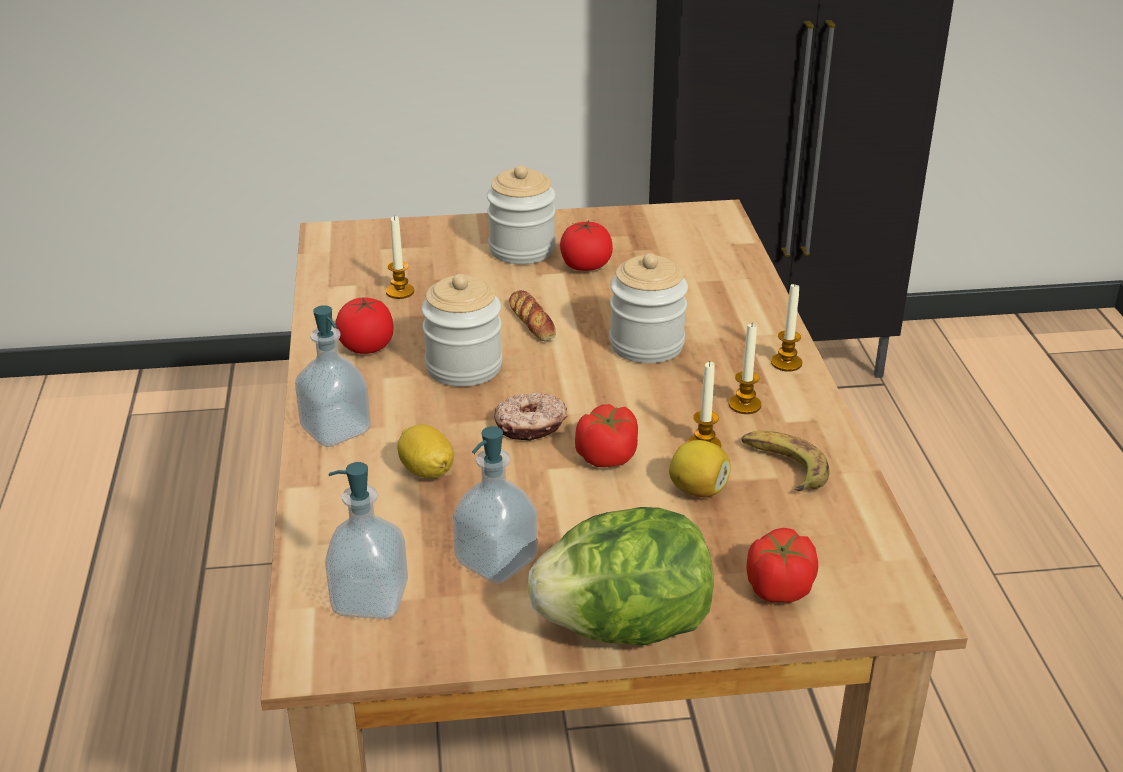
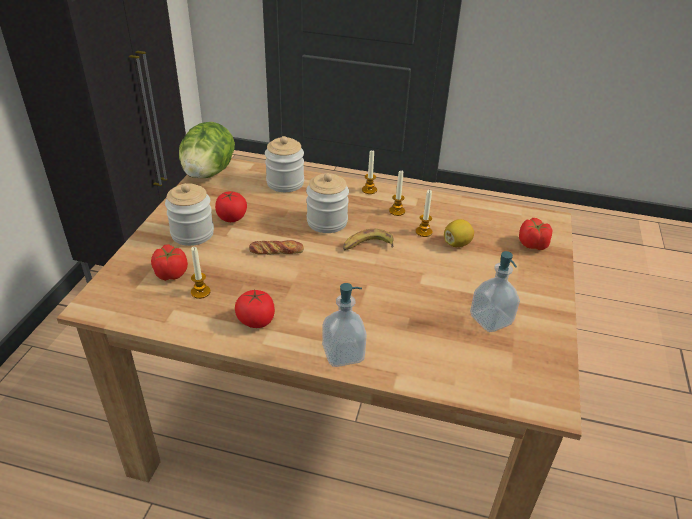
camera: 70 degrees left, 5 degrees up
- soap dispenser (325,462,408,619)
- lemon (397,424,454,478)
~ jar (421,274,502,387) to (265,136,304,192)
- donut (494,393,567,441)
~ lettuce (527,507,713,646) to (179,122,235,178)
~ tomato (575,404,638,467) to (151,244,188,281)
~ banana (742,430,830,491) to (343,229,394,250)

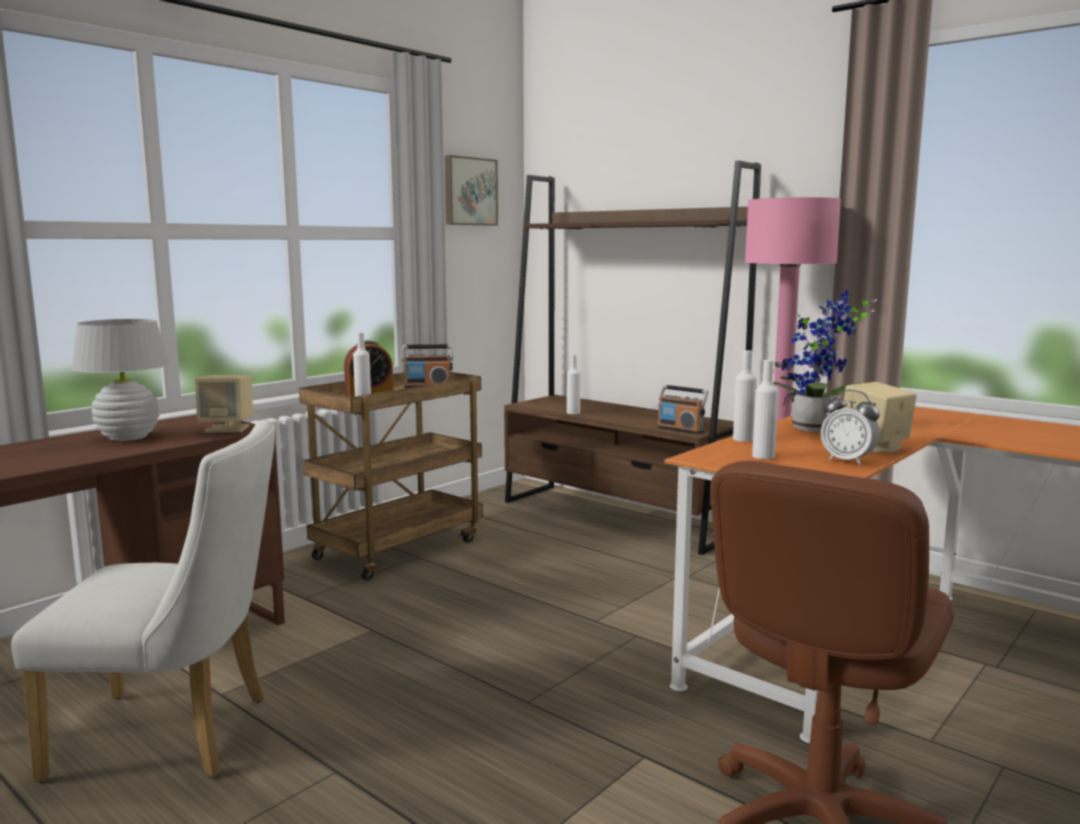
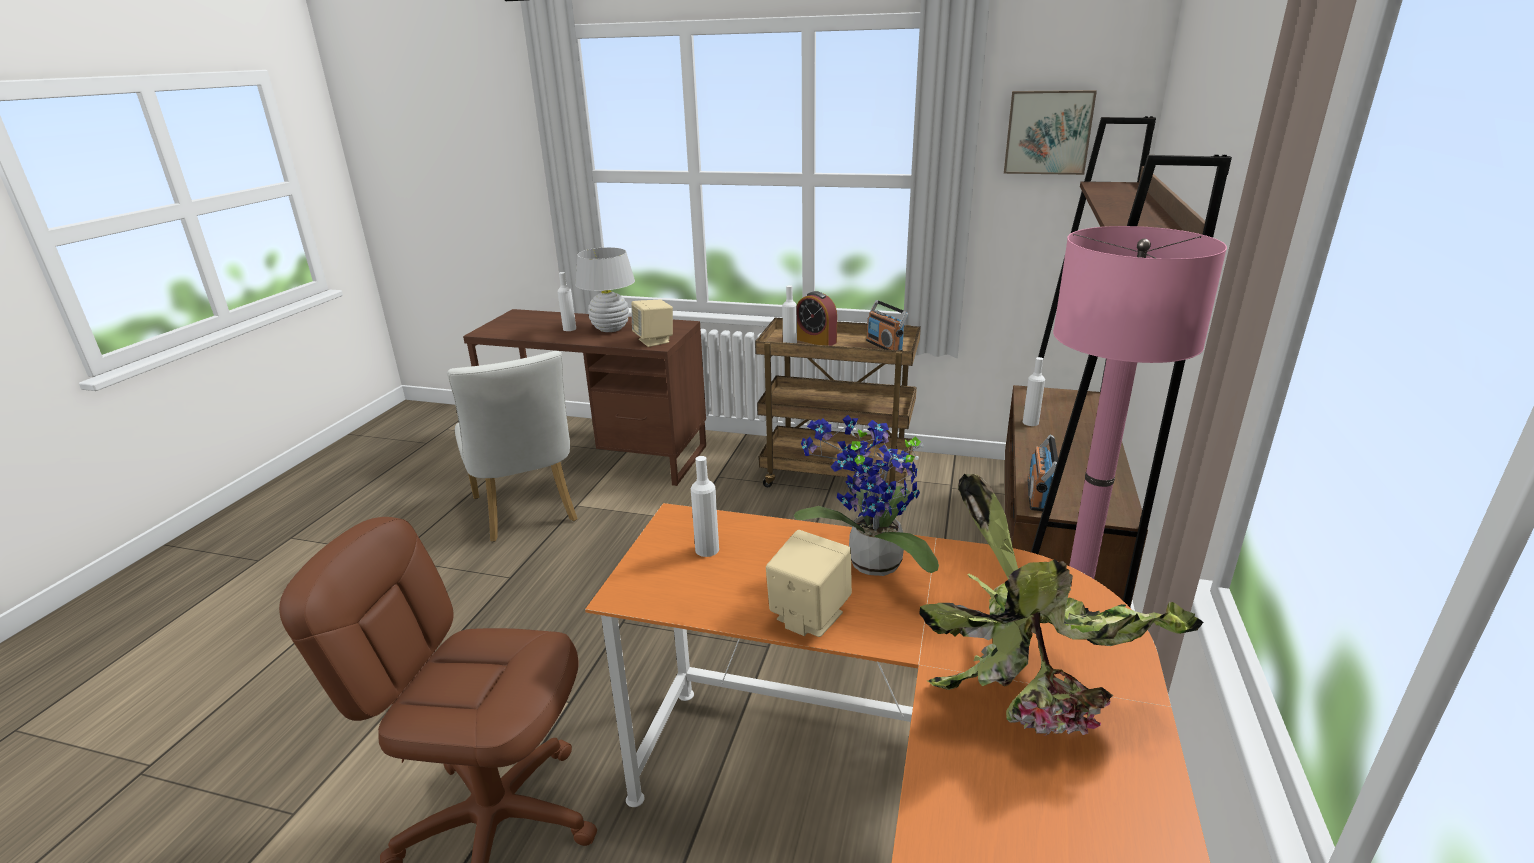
camera: 65 degrees right, 15 degrees up
~ white bottle (733,350,757,442) to (558,272,576,331)
- alarm clock (821,390,880,465)
+ potted plant (919,474,1204,736)

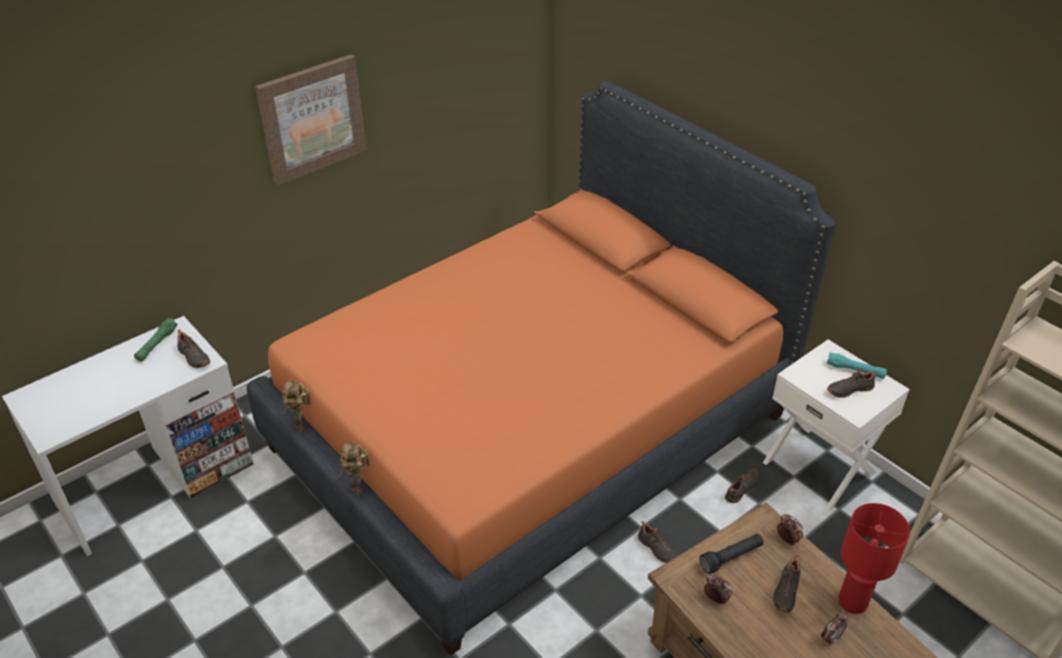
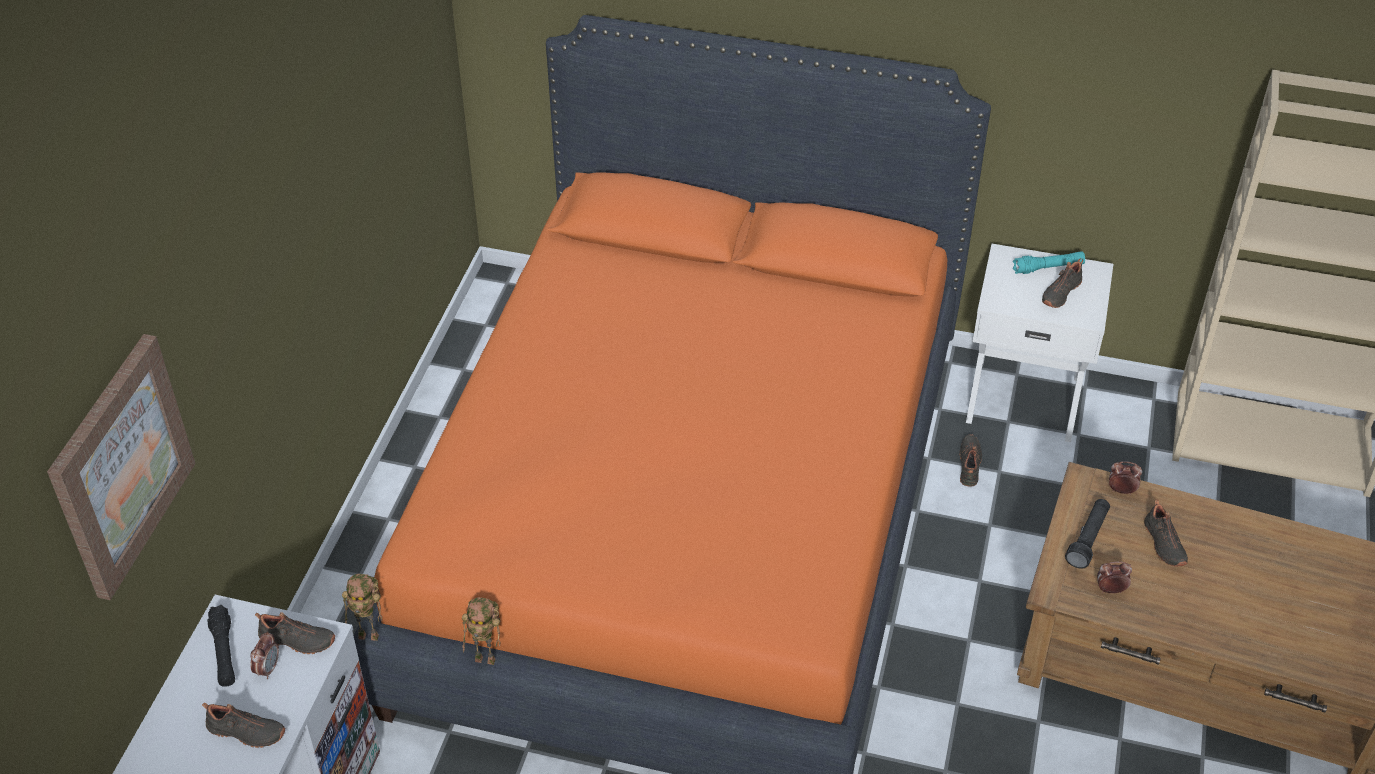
camera: 35 degrees left, 5 degrees up
~ green flashlight (134,318,177,362) to black flashlight (207,605,235,687)
~ picture (255,54,367,185) to (47,334,196,600)
~ toy robot (339,442,370,496) to (342,574,382,641)
~ black shoe (638,521,679,563) to (202,703,285,748)
~ alarm clock (821,613,848,646) to (250,631,279,679)
- red table lamp (838,503,910,614)

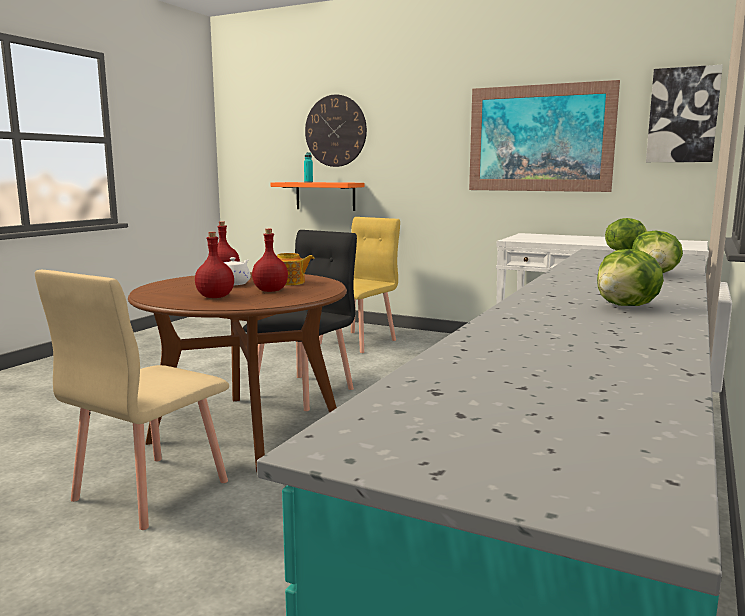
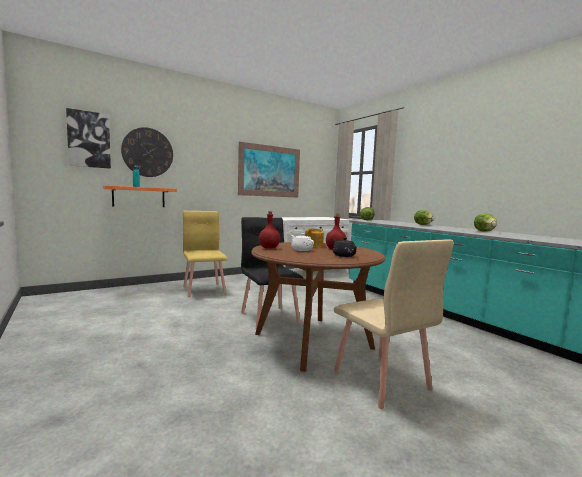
camera: 60 degrees left, 5 degrees down
~ red bottle (195,232,234,298) to black teapot (333,237,357,257)
~ picture (646,65,723,162) to (66,108,111,169)

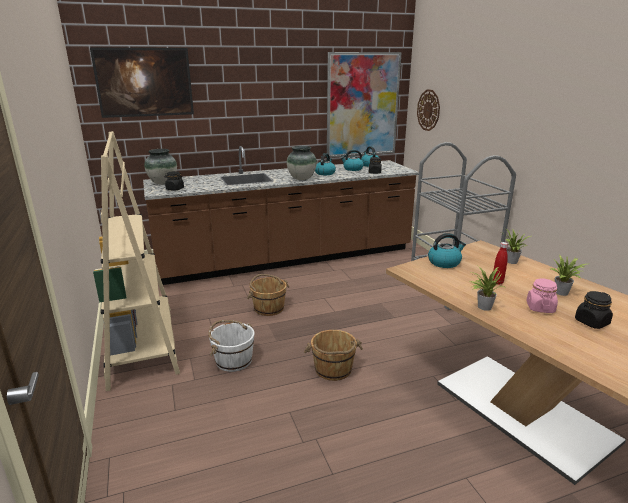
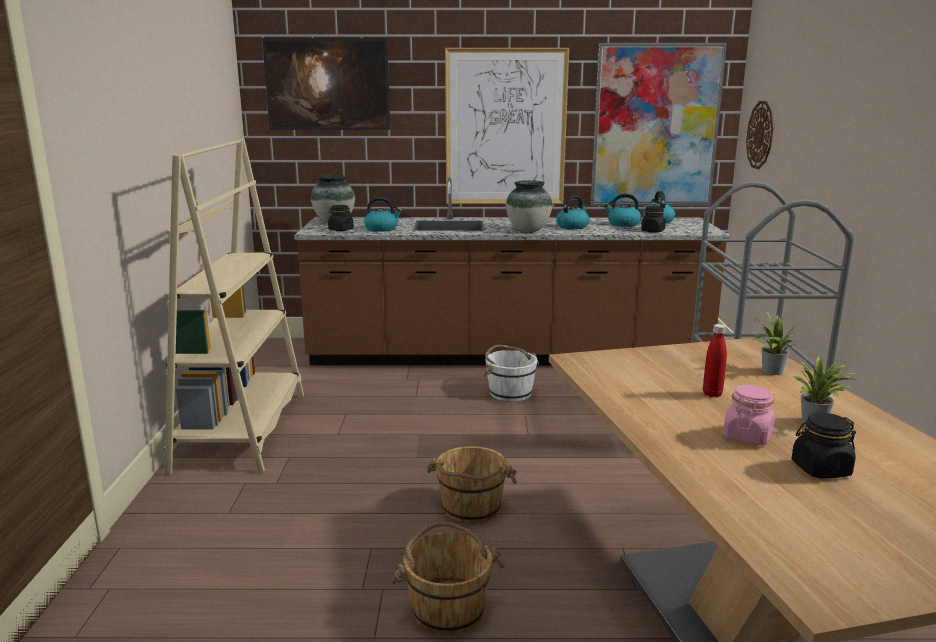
camera: 20 degrees right, 5 degrees down
~ white bucket (208,320,254,372) to (483,345,539,402)
~ brown bucket (247,274,289,316) to (391,521,505,635)
~ kettle (428,233,466,268) to (364,197,402,232)
- potted plant (470,266,505,311)
+ picture (445,48,569,204)

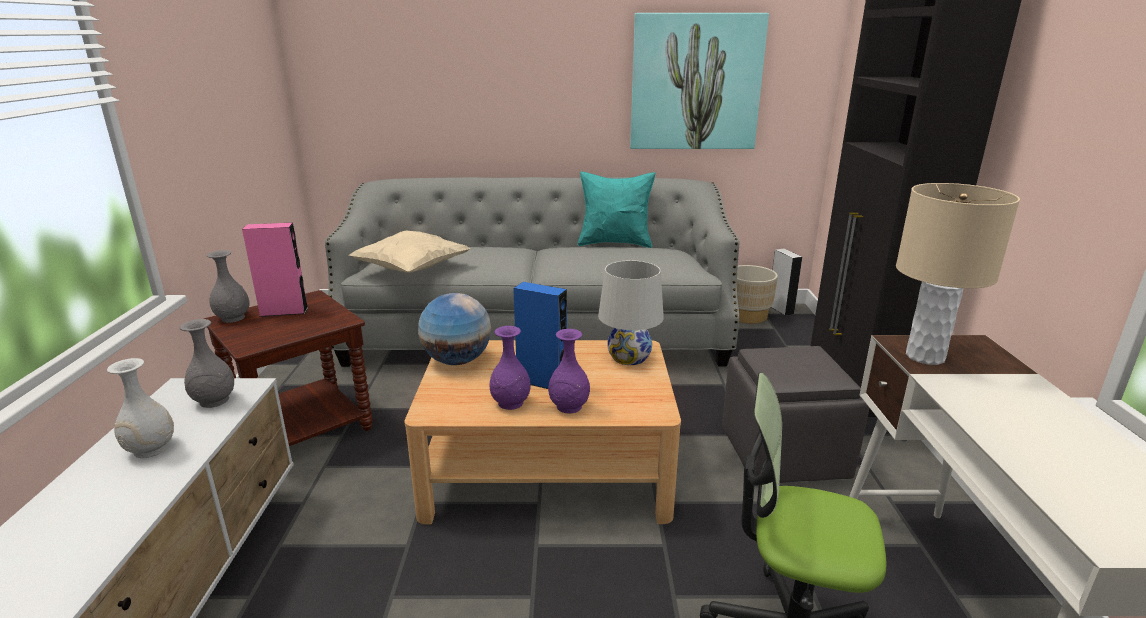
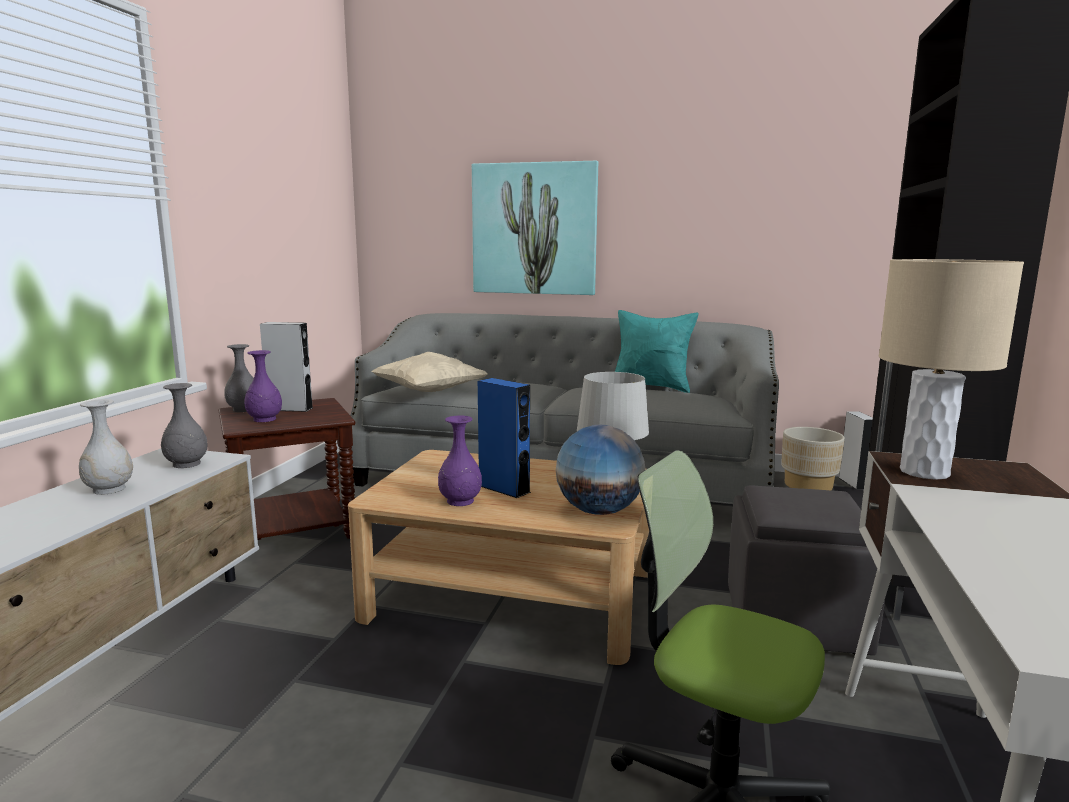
camera: 15 degrees right, 10 degrees down
~ pink speaker (242,223,308,317) to grey speaker (260,322,313,412)
~ globe (418,293,491,365) to (556,425,645,515)
~ purple vase (548,329,590,414) to (244,350,282,422)
~ picture (630,13,769,149) to (472,161,598,295)

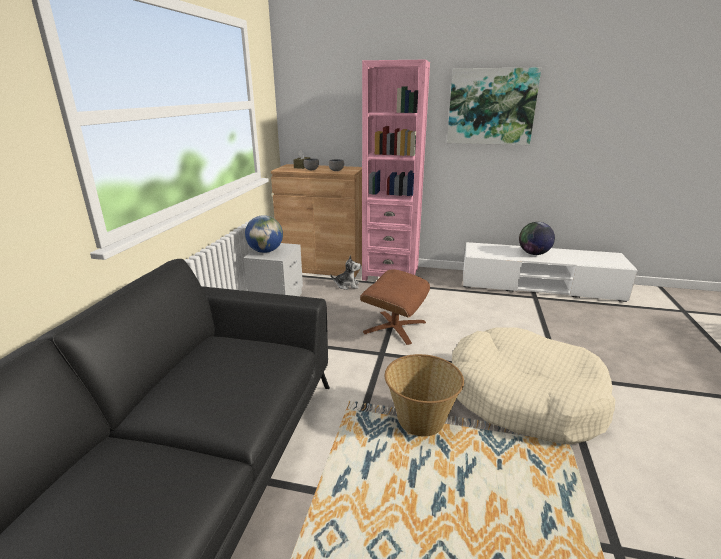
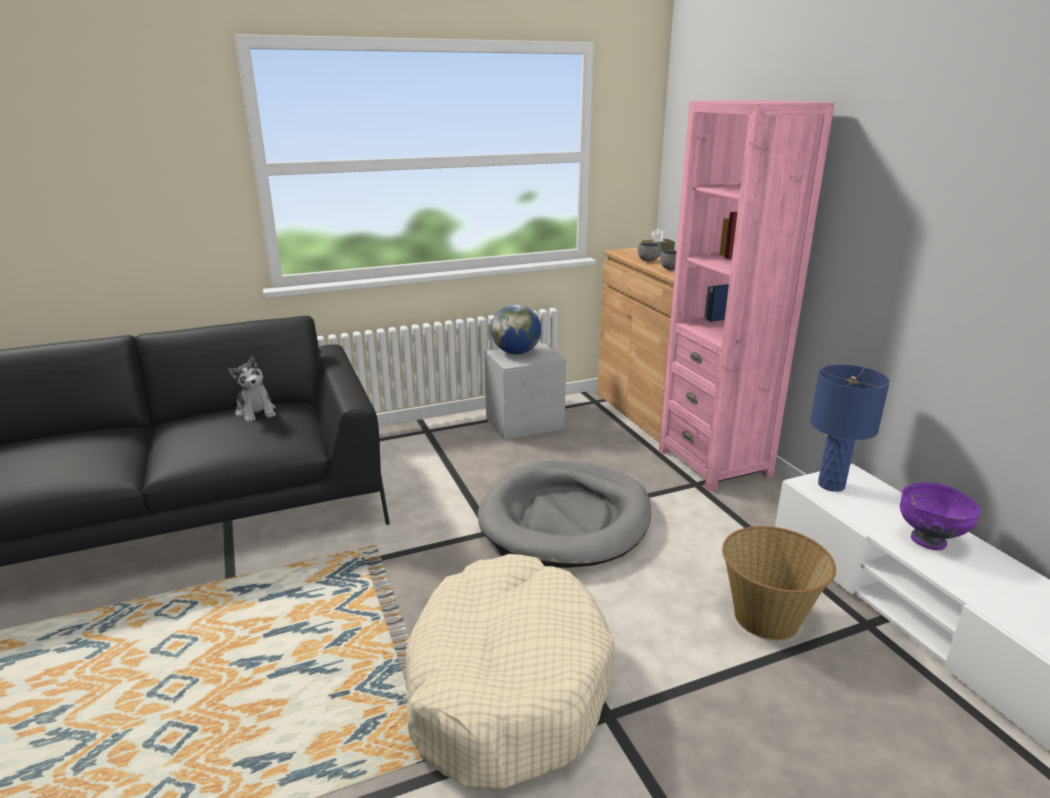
camera: 55 degrees right, 0 degrees up
~ plush toy (331,255,361,290) to (228,356,276,422)
~ brown ottoman (360,269,430,345) to grey dog bed (478,460,651,568)
~ basket (385,354,464,436) to (722,526,836,640)
- picture (447,68,541,145)
~ globe (519,222,555,255) to purple bowl (900,483,981,550)
+ blue table lamp (810,364,890,492)

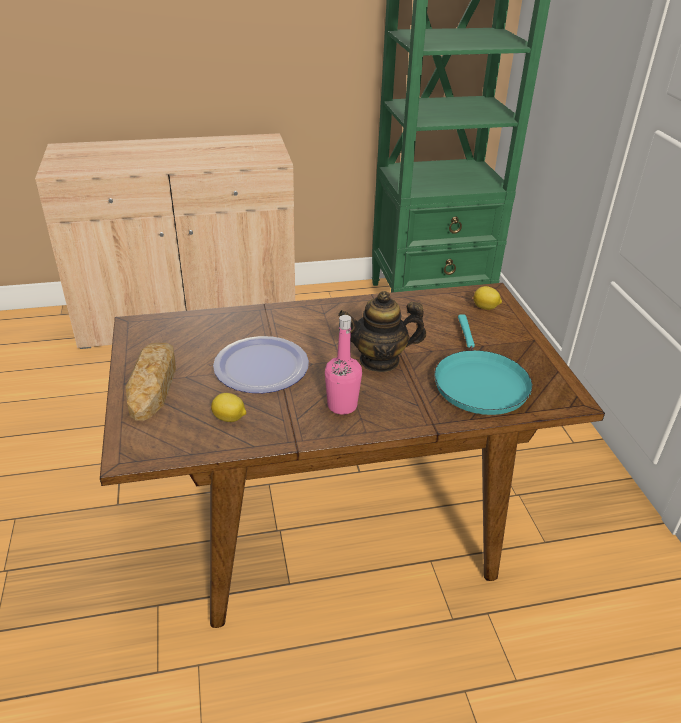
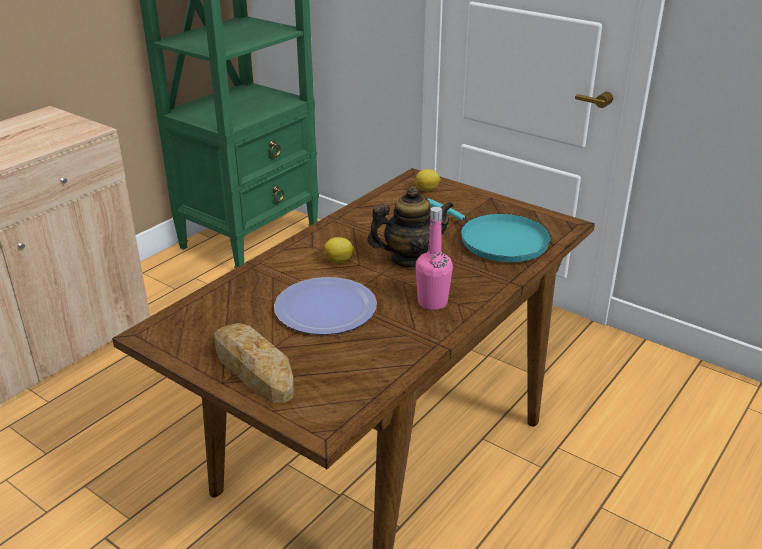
camera: 40 degrees left, 5 degrees down
~ lemon (211,393,246,422) to (324,237,354,263)
~ teapot (338,291,426,372) = (367,186,454,268) 150 degrees counterclockwise

